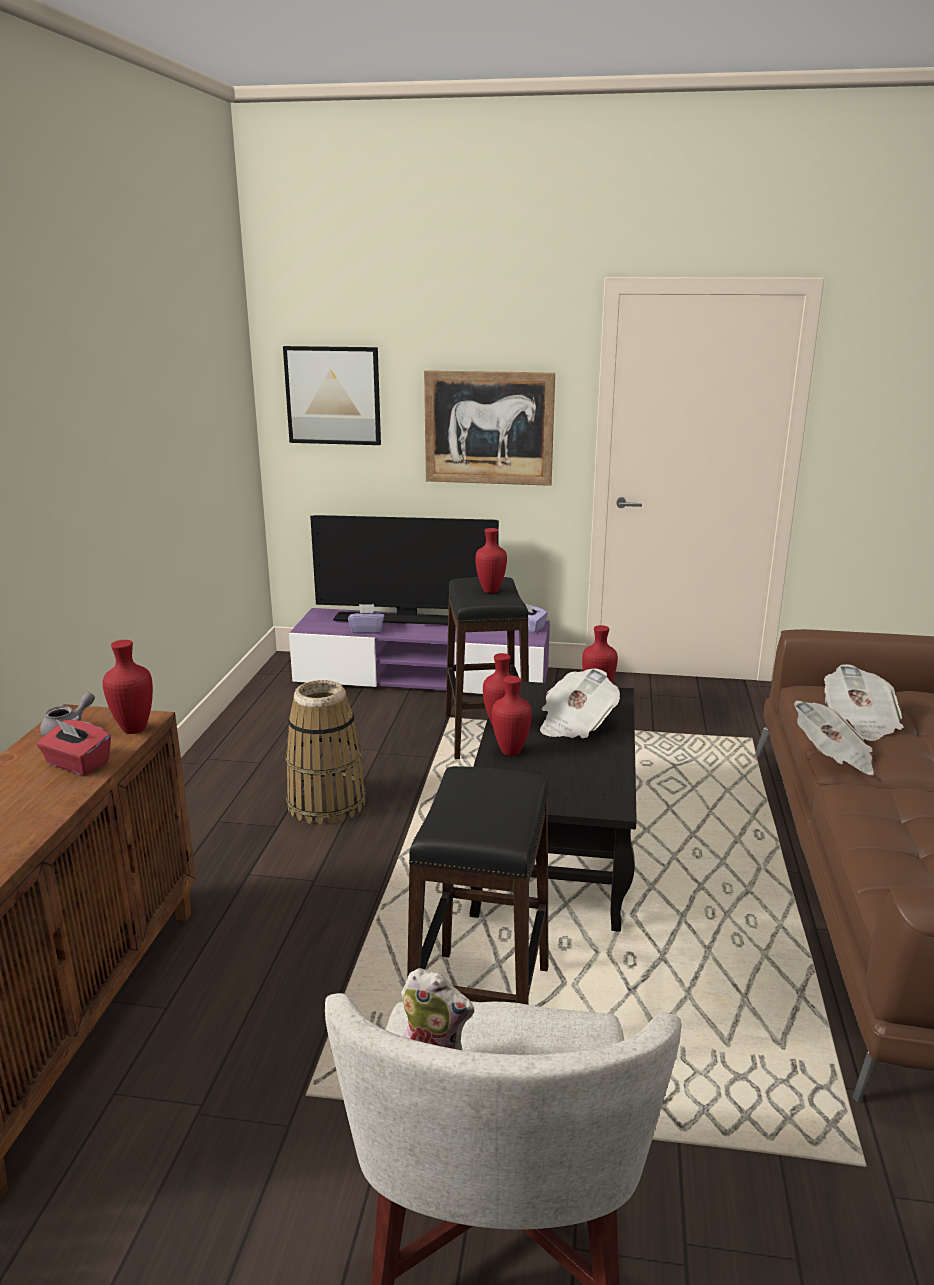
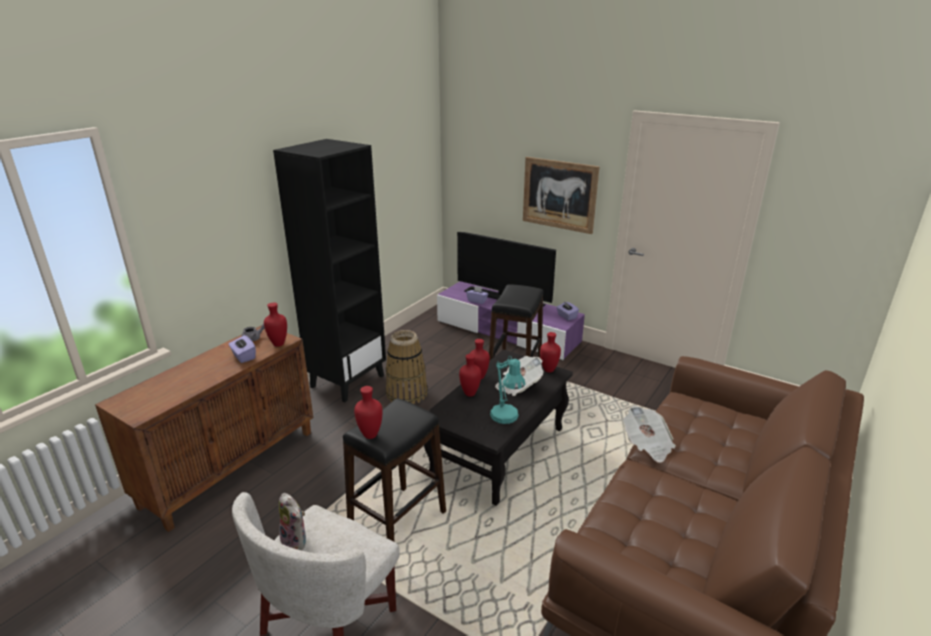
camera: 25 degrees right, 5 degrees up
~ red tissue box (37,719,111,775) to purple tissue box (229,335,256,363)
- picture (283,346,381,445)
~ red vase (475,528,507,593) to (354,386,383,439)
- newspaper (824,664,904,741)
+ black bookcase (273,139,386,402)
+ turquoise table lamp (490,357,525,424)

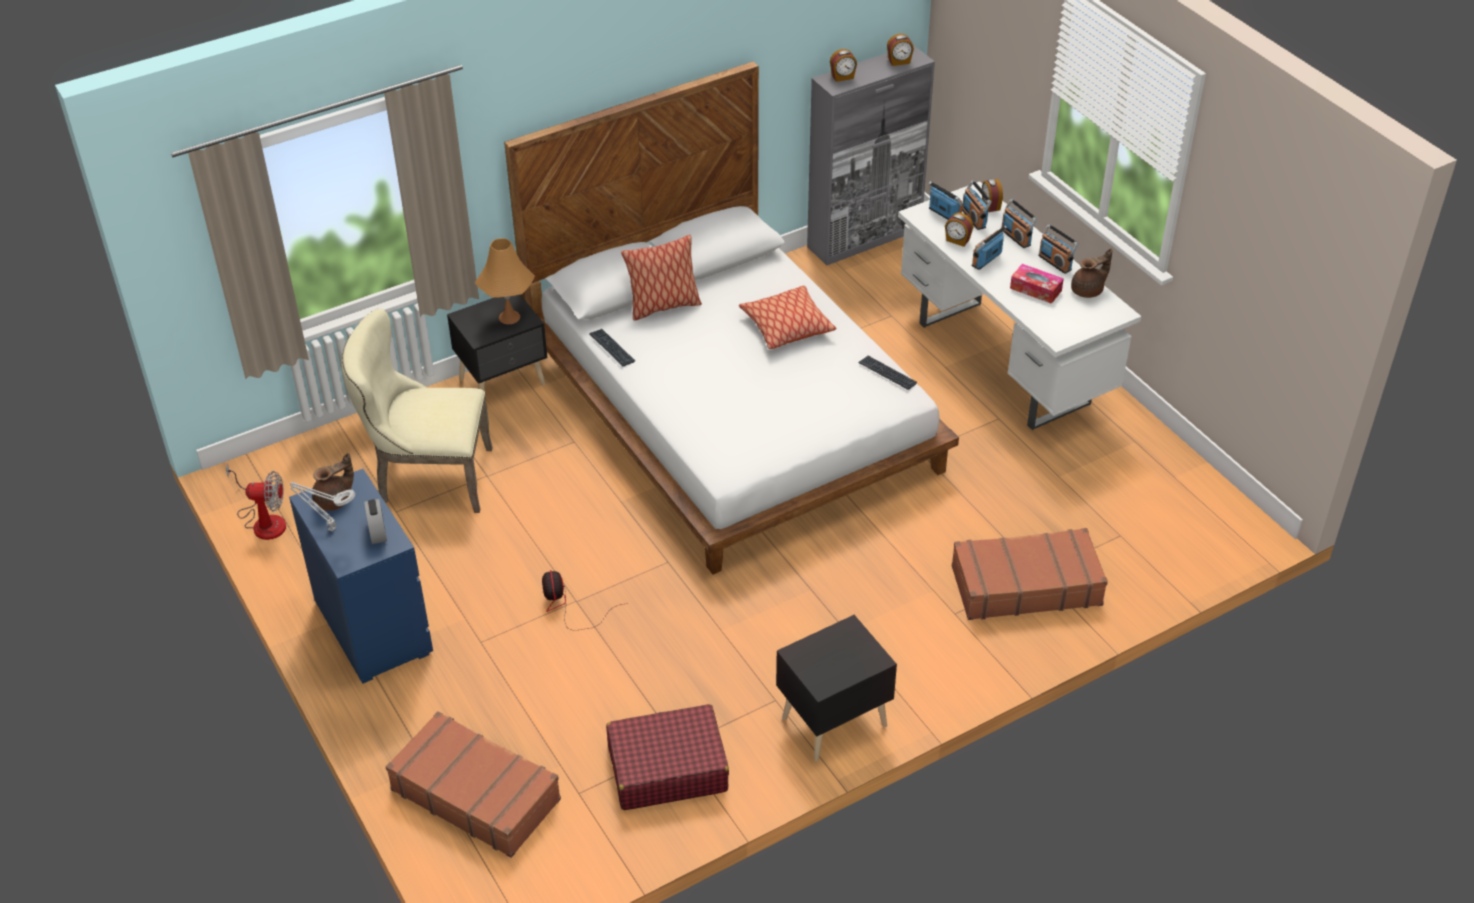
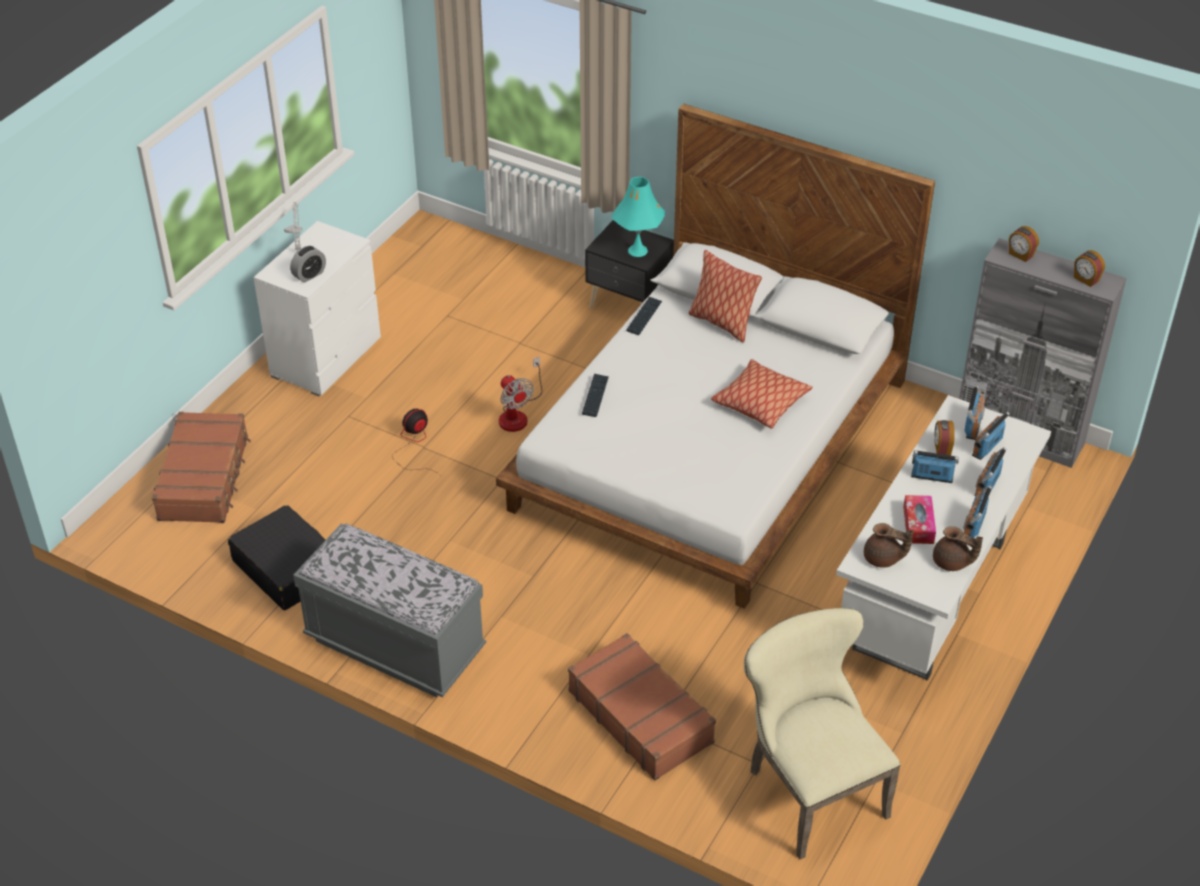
camera: 60 degrees right, 0 degrees up
~ fan (226,463,286,540) to (499,357,542,432)
~ blue dresser (289,469,433,684) to white dresser (254,221,381,396)
~ brown teapot (312,453,354,511) to (864,523,914,568)
~ beige chair (342,308,493,513) to (744,608,901,859)
~ orange table lamp (475,238,535,324) to turquoise table lamp (611,177,665,257)
~ red suitcase (606,704,729,810) to black suitcase (228,505,325,610)
~ black nightstand (776,615,897,761) to grey bench (293,524,486,697)
~ keyboard (859,356,917,390) to (582,374,609,417)
- alarm clock (982,179,1003,212)

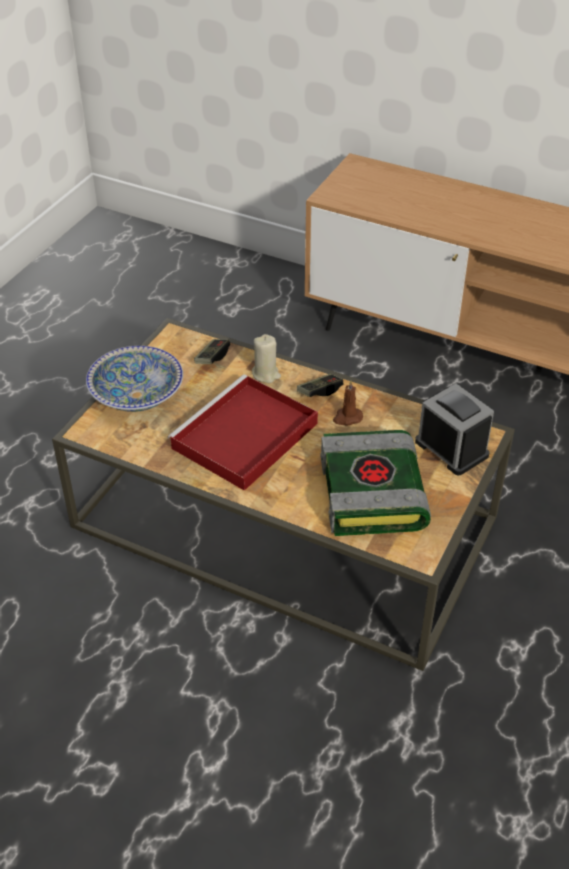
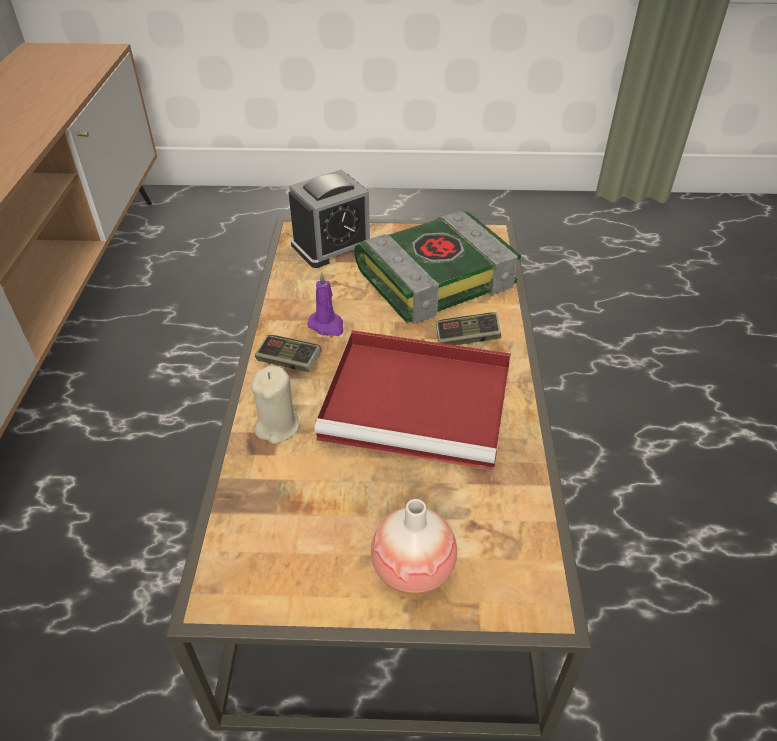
camera: 115 degrees left, 0 degrees up
~ bowl (86,346,183,412) to vase (371,499,457,595)
~ game controller (194,339,230,364) to (436,312,501,345)
~ brown candle (333,380,363,425) to purple candle (307,272,343,336)
~ alarm clock (415,384,494,475) = (289,170,371,268) 150 degrees counterclockwise

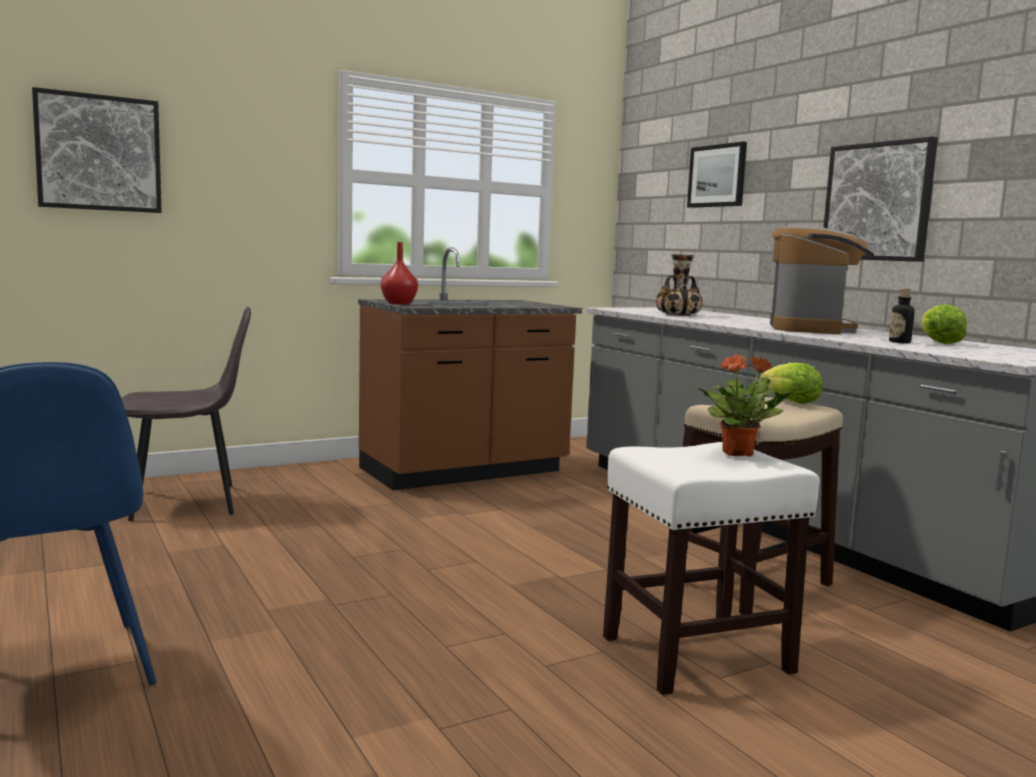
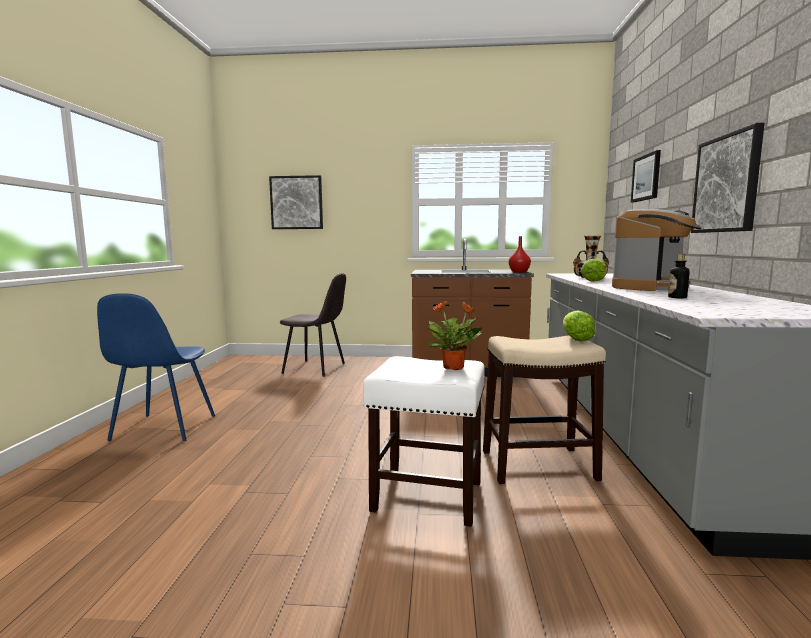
camera: 35 degrees right, 0 degrees up
~ red vase (381,242,418,304) to (509,236,531,273)
~ lettuce (921,304,967,344) to (581,259,606,282)

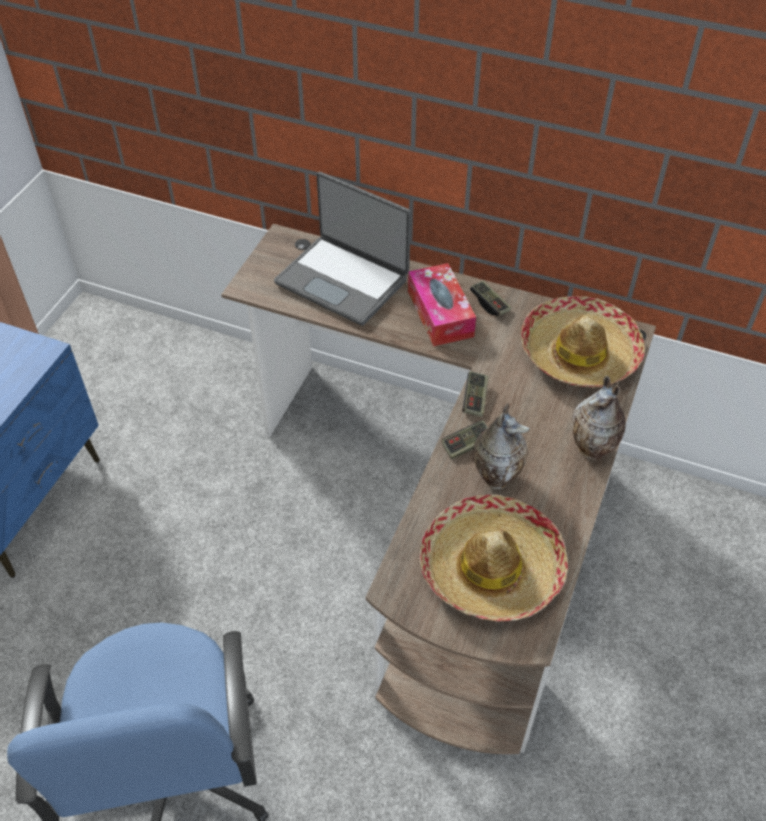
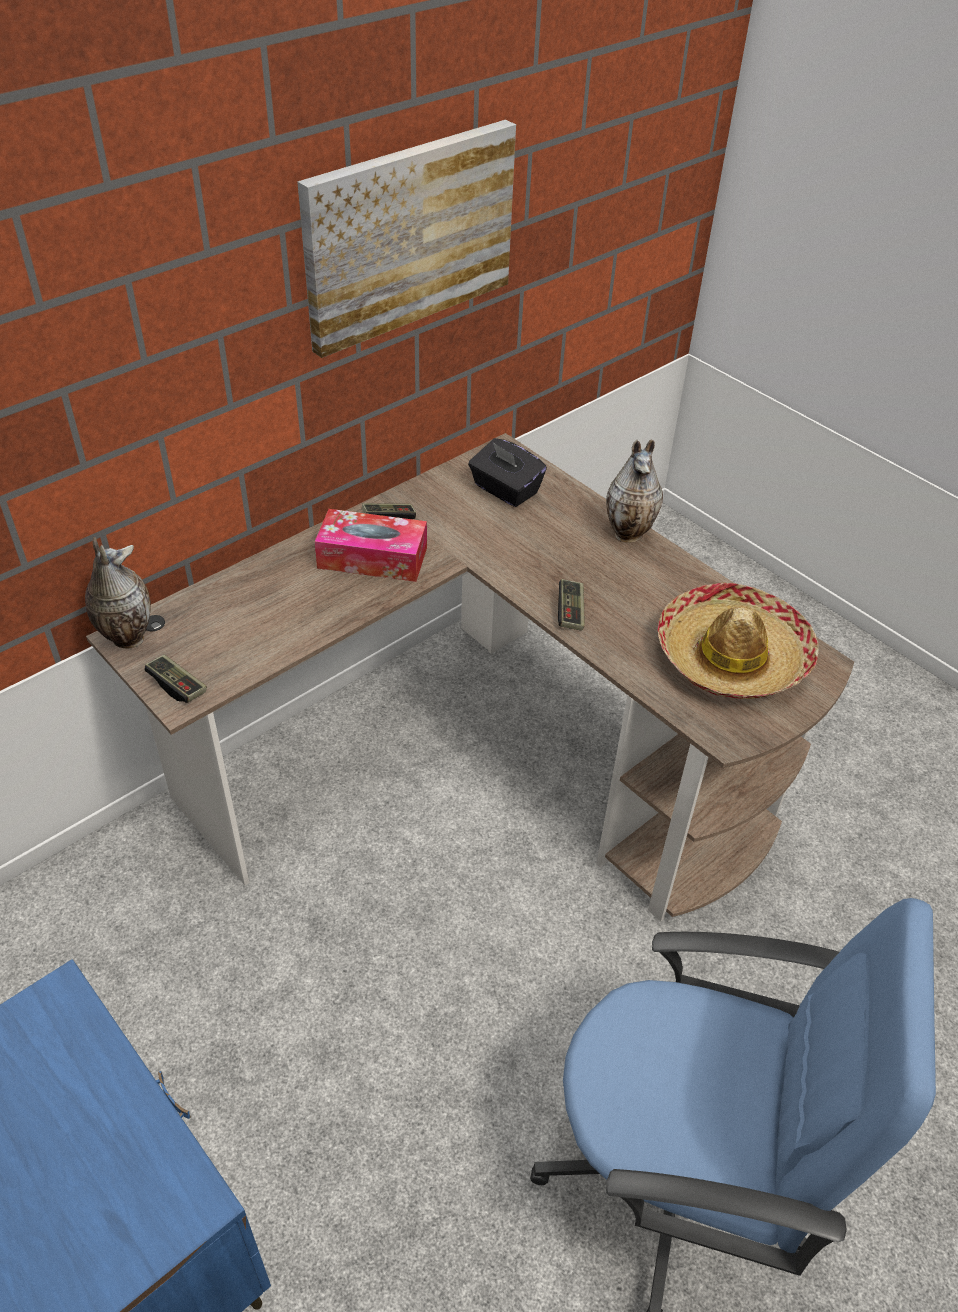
camera: 65 degrees left, 5 degrees down
- laptop (274,172,411,326)
~ game controller (462,371,488,417) to (144,654,207,703)
~ vase (473,403,530,489) to (85,537,151,648)
~ hat (521,296,645,388) to black tissue box (468,438,547,507)
+ picture (297,120,516,358)

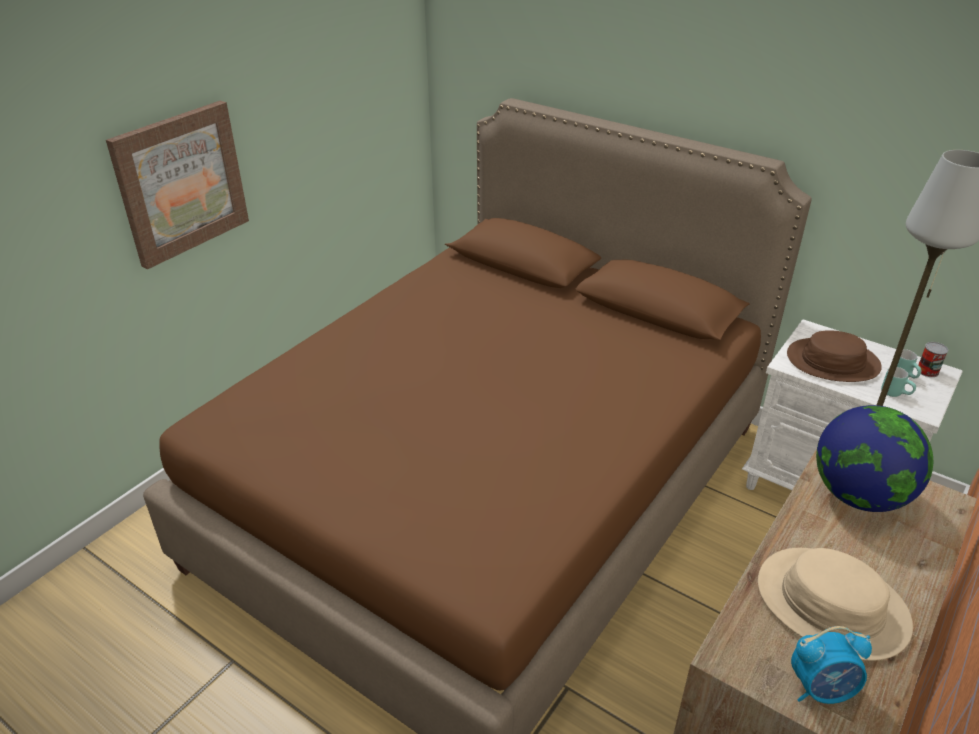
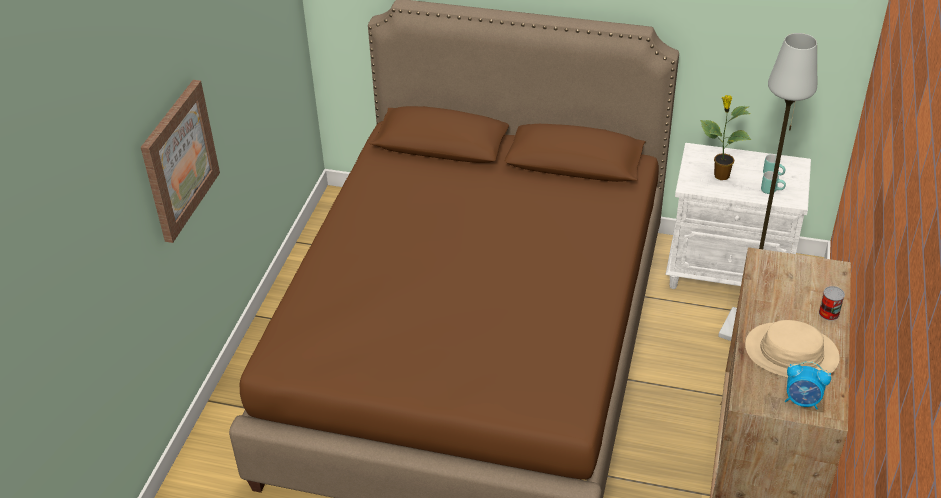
camera: 20 degrees left, 5 degrees up
~ brown hat (787,330,882,382) to potted plant (700,95,752,180)
~ alarm clock (791,626,872,704) = (785,361,831,409) 45 degrees clockwise
- globe (816,405,933,512)
~ can (918,342,948,377) to (819,286,845,321)

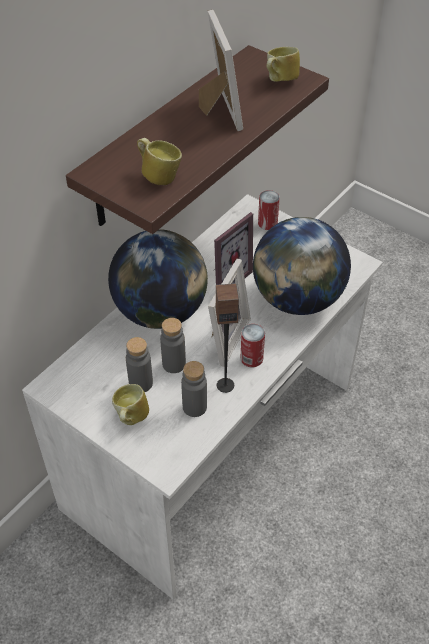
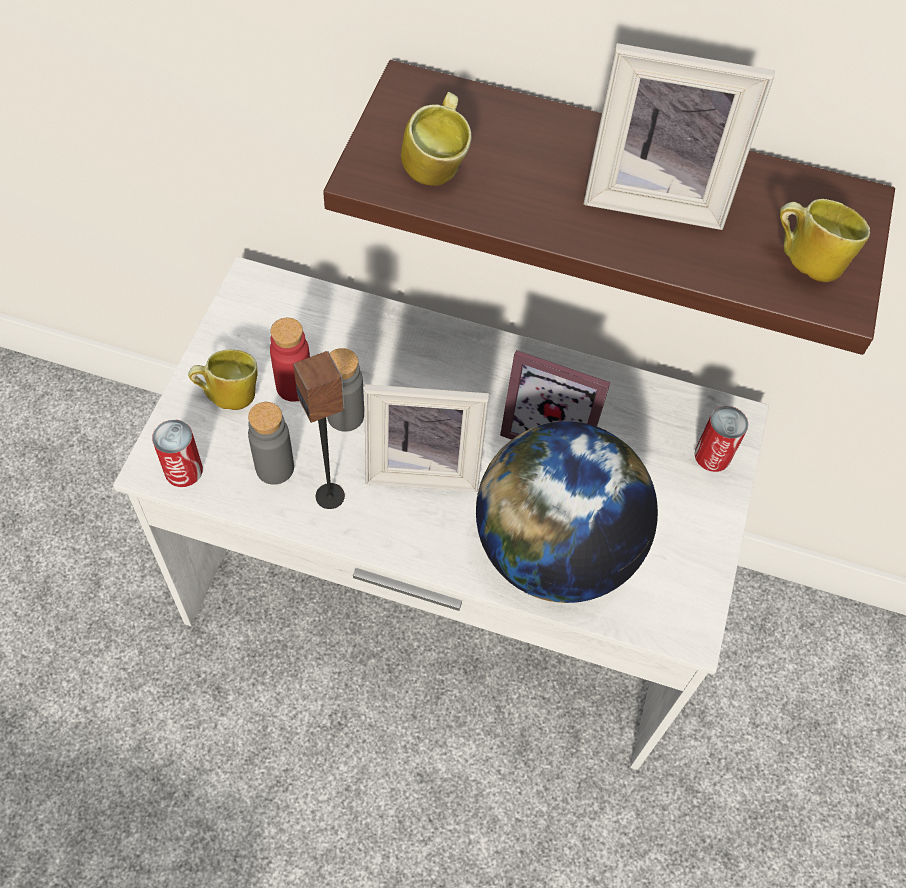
camera: 65 degrees right, 10 degrees up
- globe (108,229,208,329)
~ grey bottle (126,337,153,392) to red bottle (270,318,310,402)
~ picture frame (199,10,243,131) = (583,43,775,230) 45 degrees clockwise
~ can (241,324,265,367) to (152,420,203,487)

